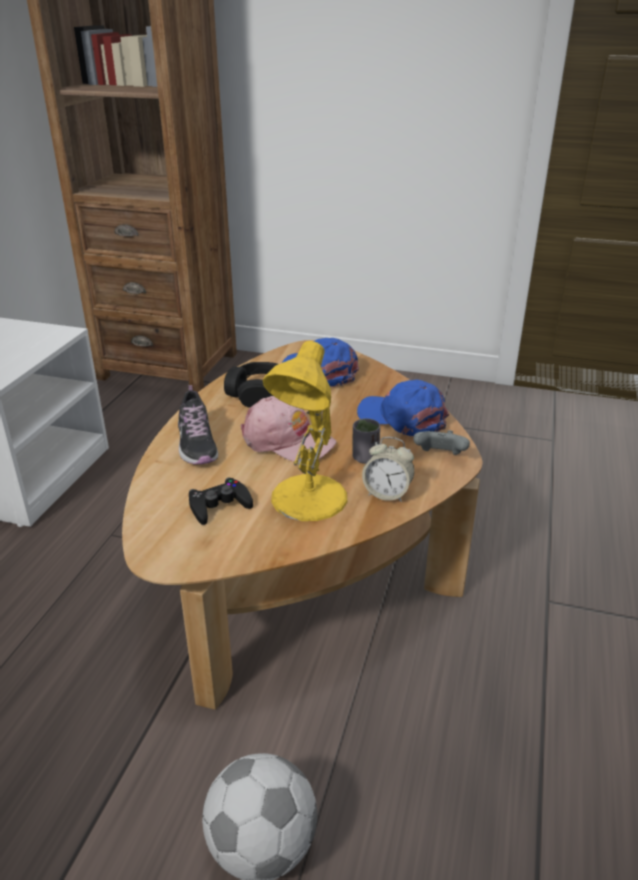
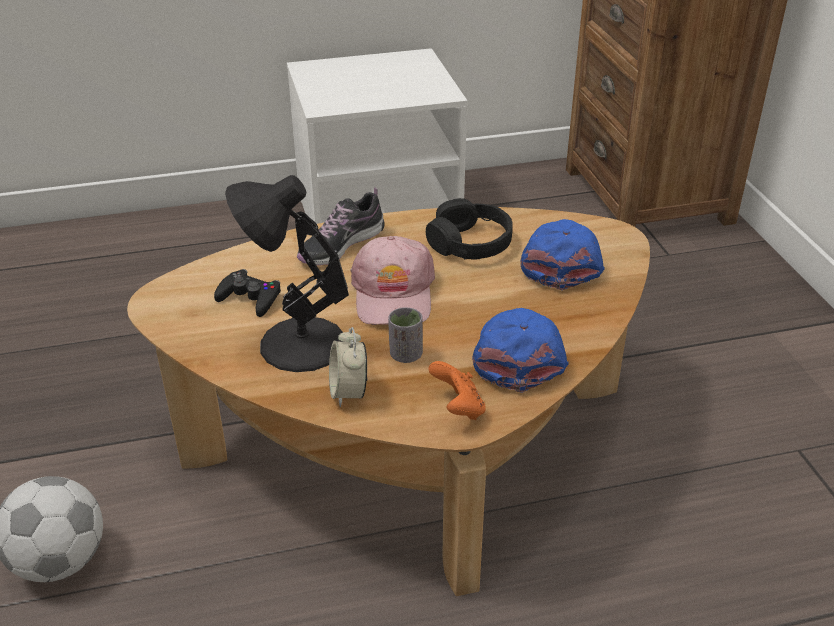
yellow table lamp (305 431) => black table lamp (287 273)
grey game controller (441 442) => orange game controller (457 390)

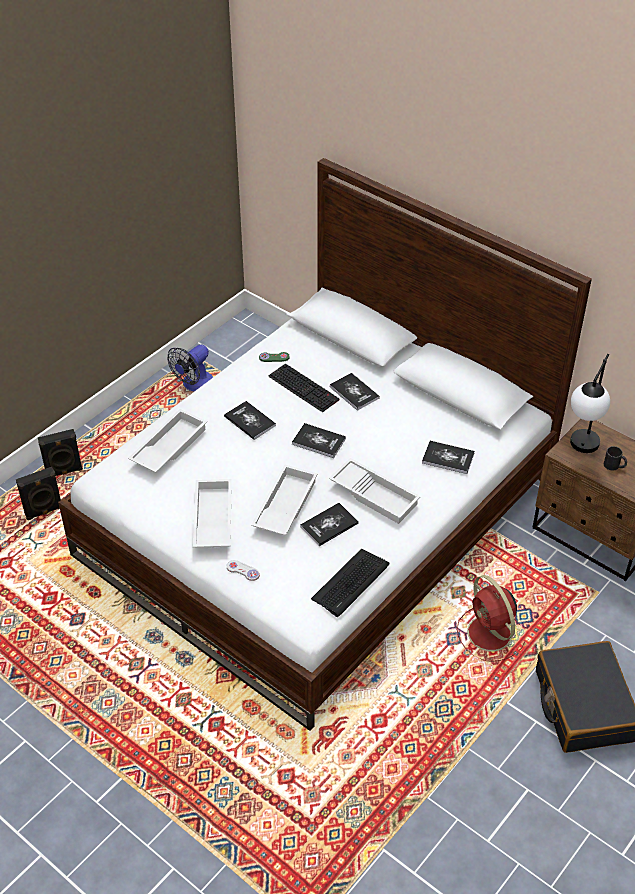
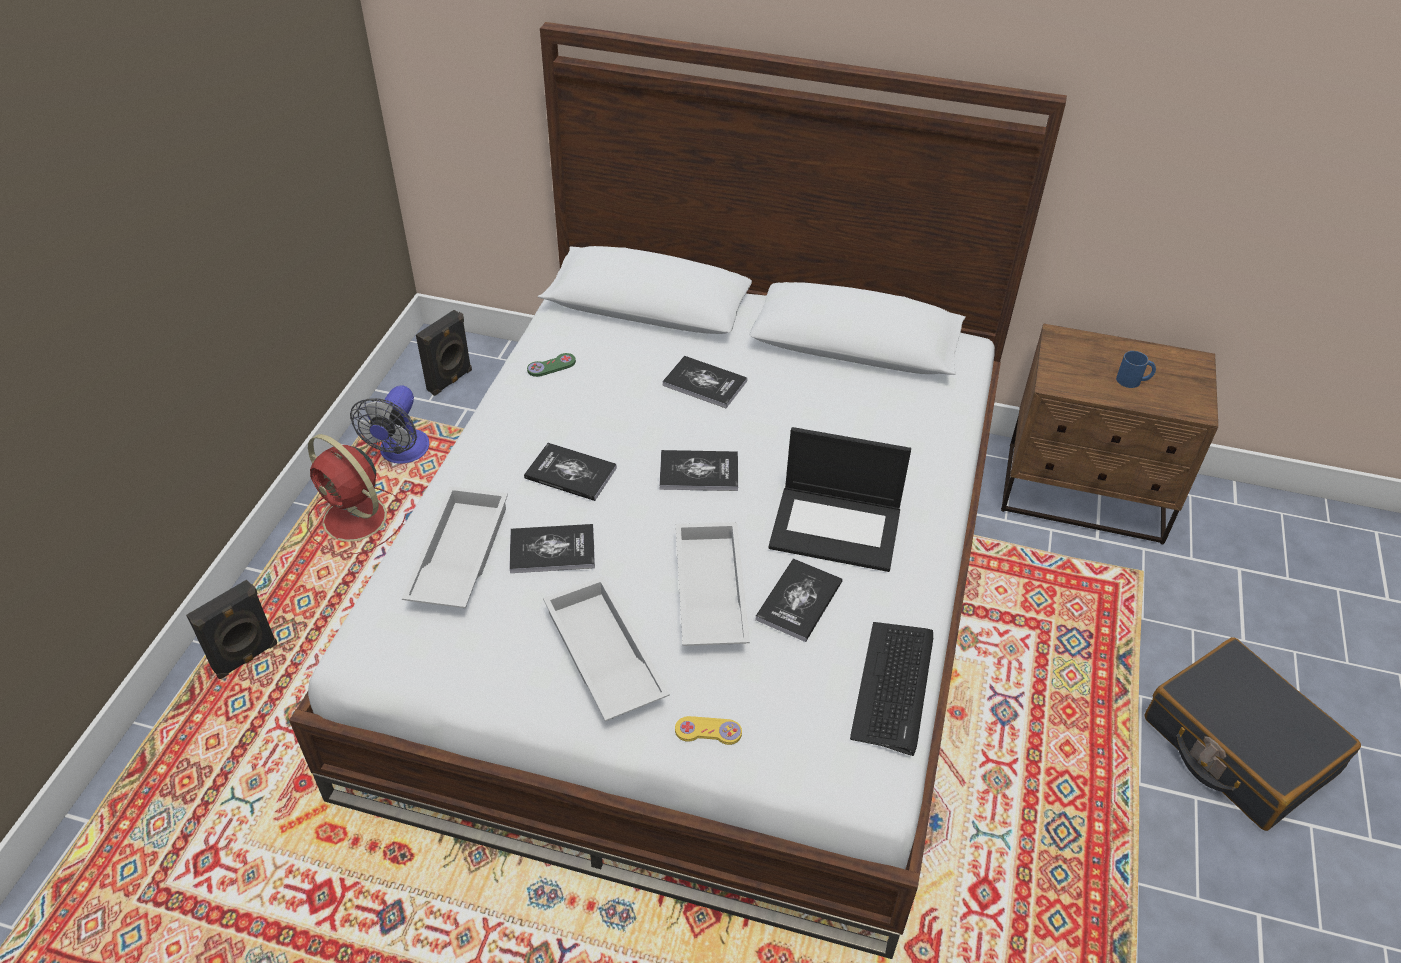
red fan (491 618) => red fan (356 494), shifted
black speaker (38 493) => black speaker (444 353), shifted
book (448 457) => book (552 548), shifted
white game controller (243 570) => yellow game controller (708 730)
white tray (375 491) => laptop (840 499)
black mug (615 458) => blue mug (1136 369)
keyboard (304 388) => nothing
table lamp (590 403) => nothing

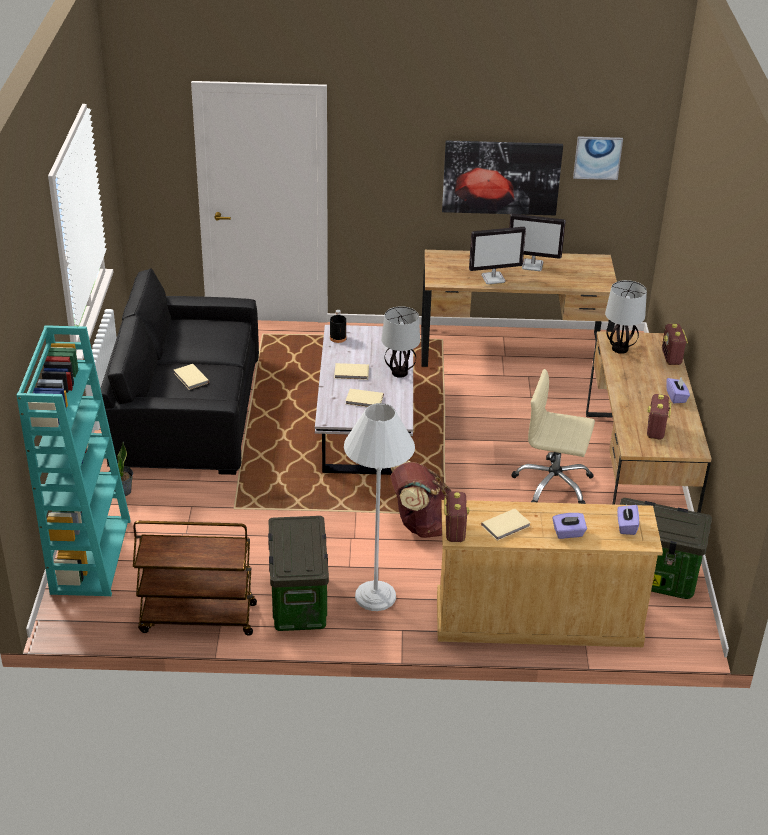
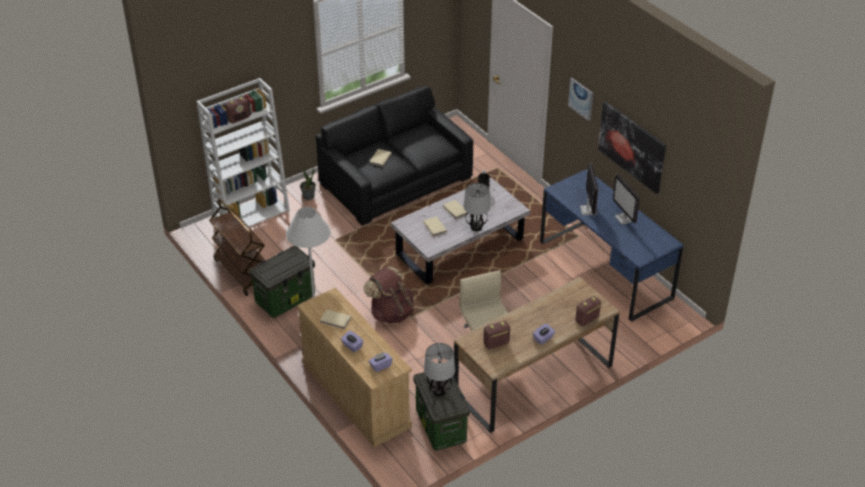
turquoise bookcase (74 460) => white bookcase (243 152)
radio (457 516) => radio (237 110), shifted
table lamp (626 317) => table lamp (439 369), shifted
brown desk (519 308) => blue desk (612 245)
picture (598 158) => picture (580 99), shifted
monitor (497 255) => monitor (589 189), 135 degrees counterclockwise

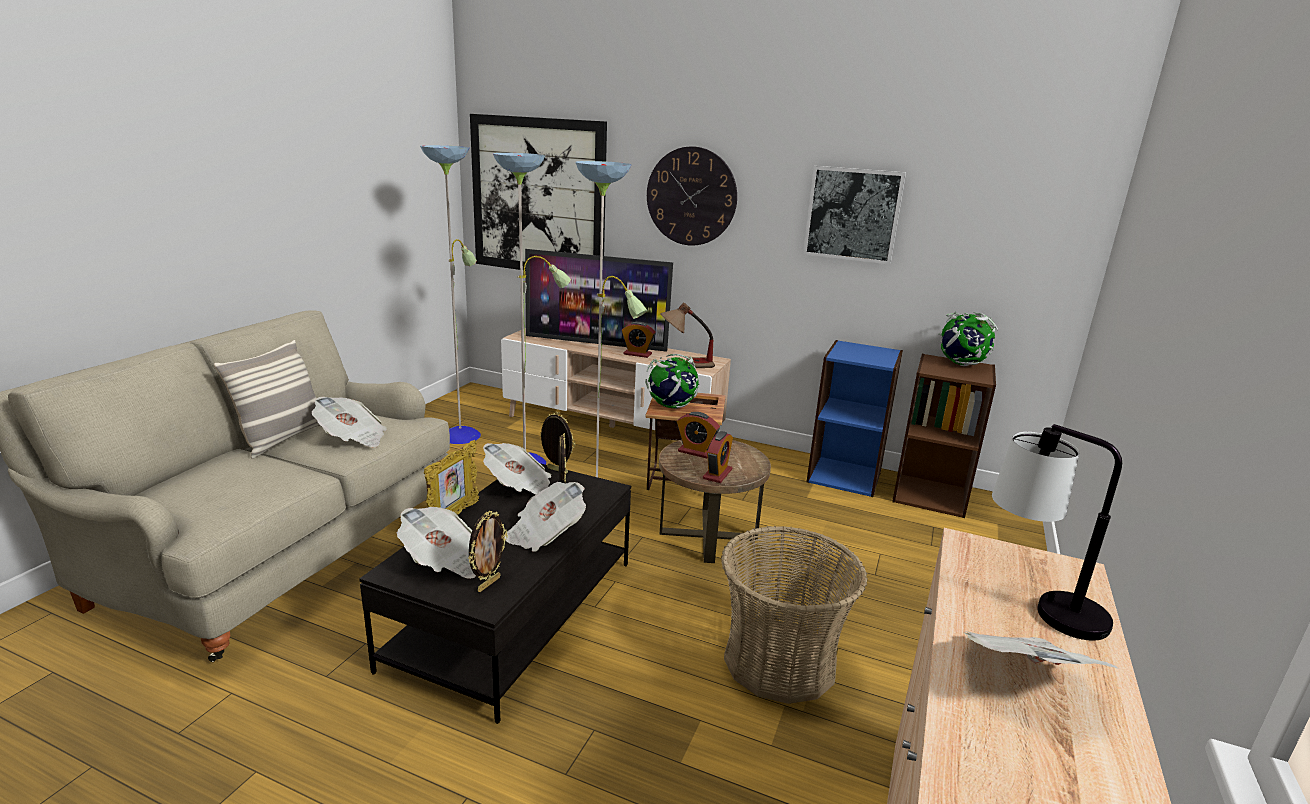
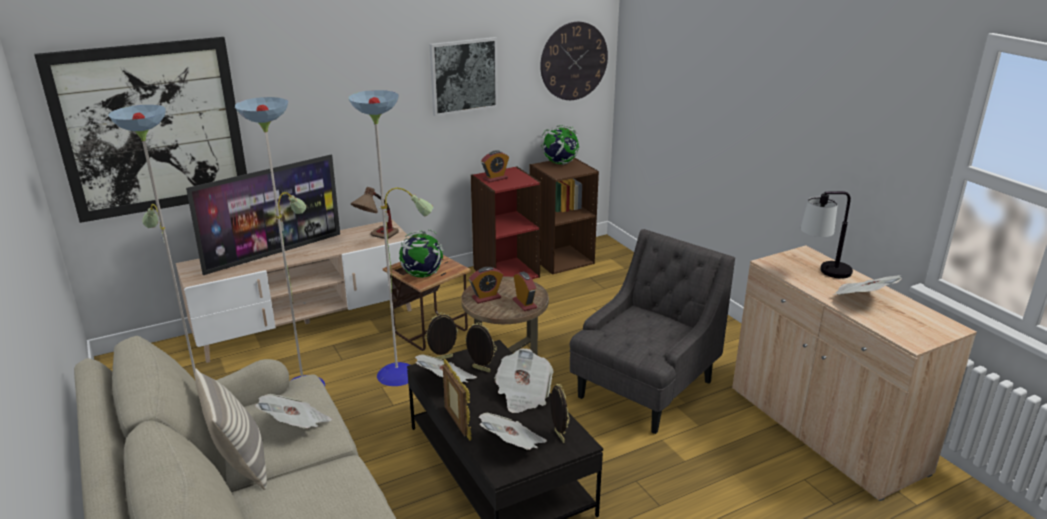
blue bookcase (854 418) => red bookcase (506 222)
alarm clock (639 340) => alarm clock (495 167), shifted
wall clock (692 196) => wall clock (574 61), shifted
basket (794 615) => grey armchair (652 331)

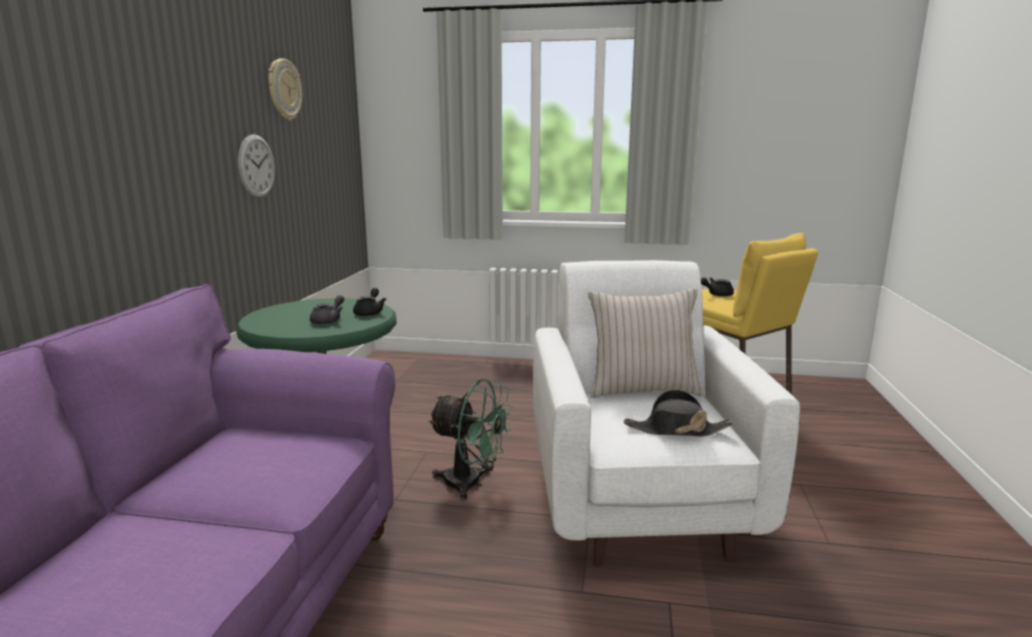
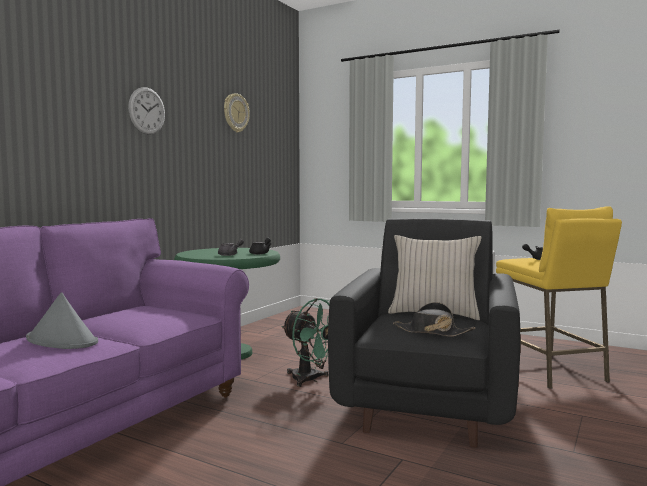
nothing => grey hat (62 320)
wall clock (256 166) => wall clock (146 111), shifted
white armchair (666 413) => black armchair (424 333)

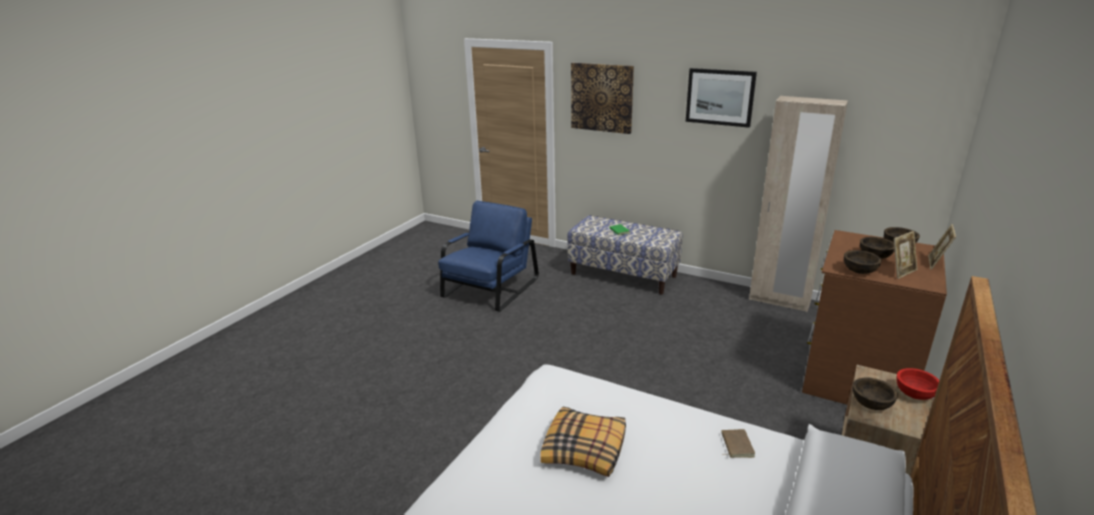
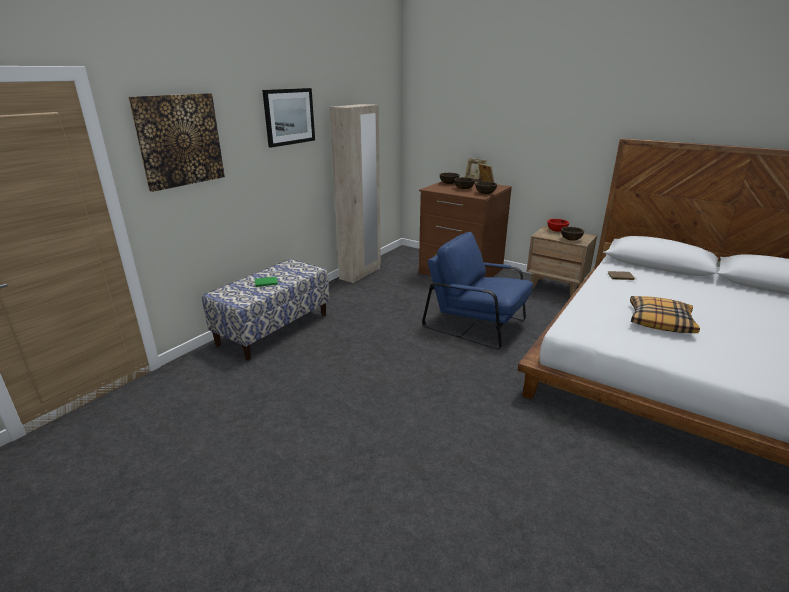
blue armchair (488 256) => blue armchair (477 290), shifted

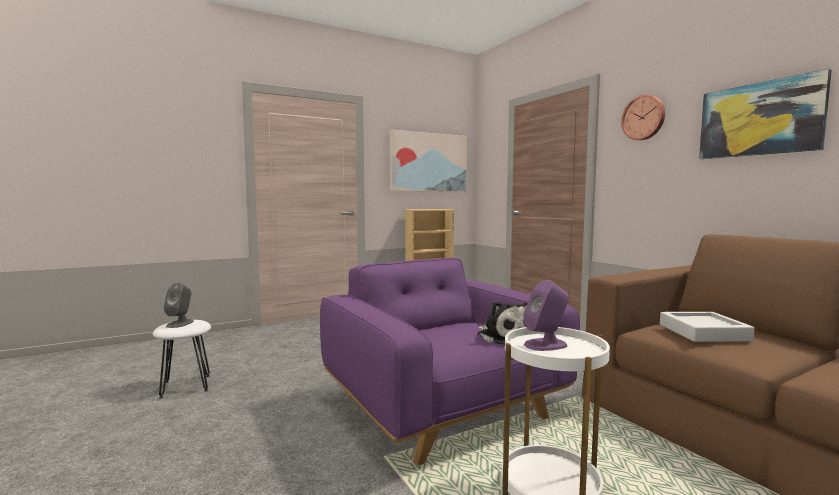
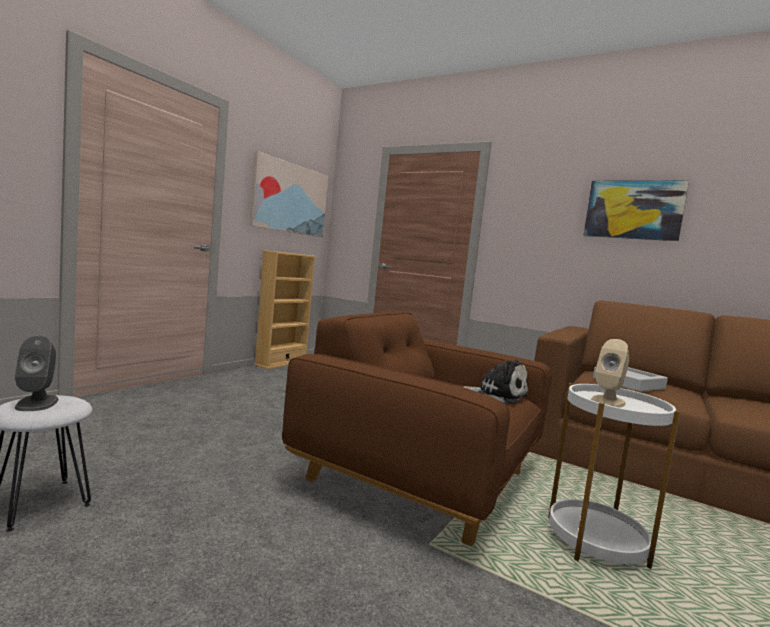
purple armchair (450 361) => brown armchair (417 429)
purple speaker (546 315) => beige speaker (610 373)
wall clock (643 117) => nothing

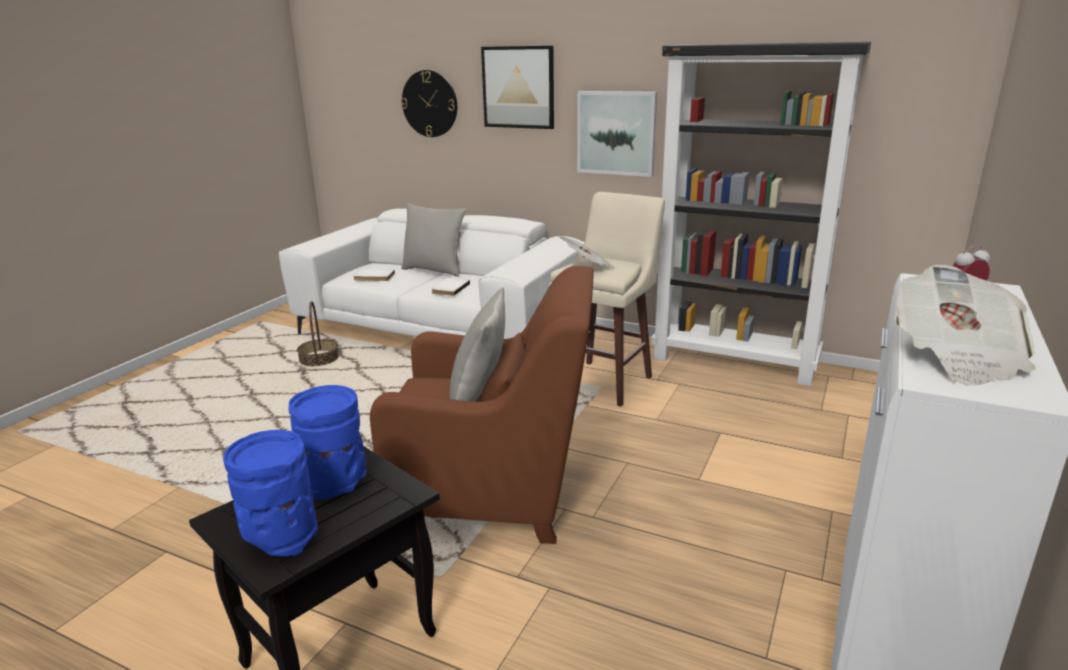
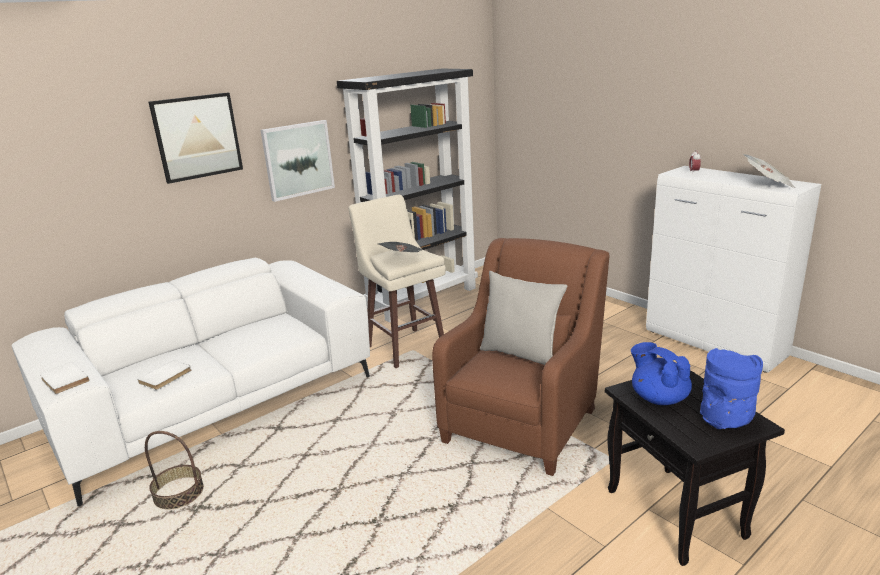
white book (451 287) => white book (65 378), shifted
blue vase (327 442) => blue teapot (661 373)
wall clock (429 103) => nothing
grey pillow (433 240) => nothing

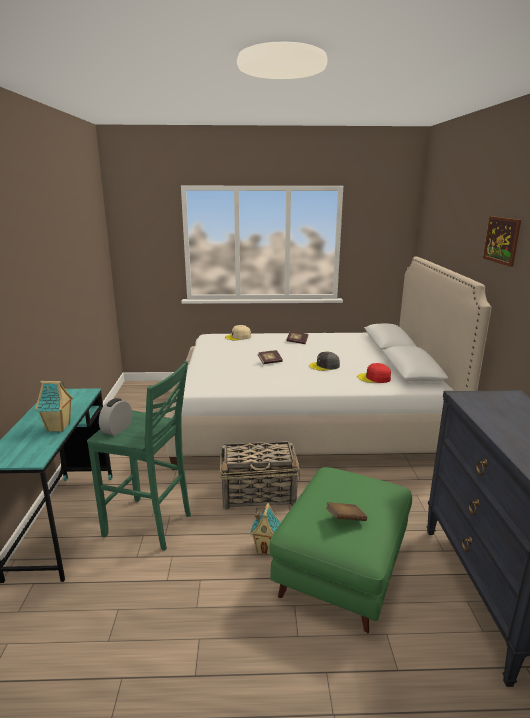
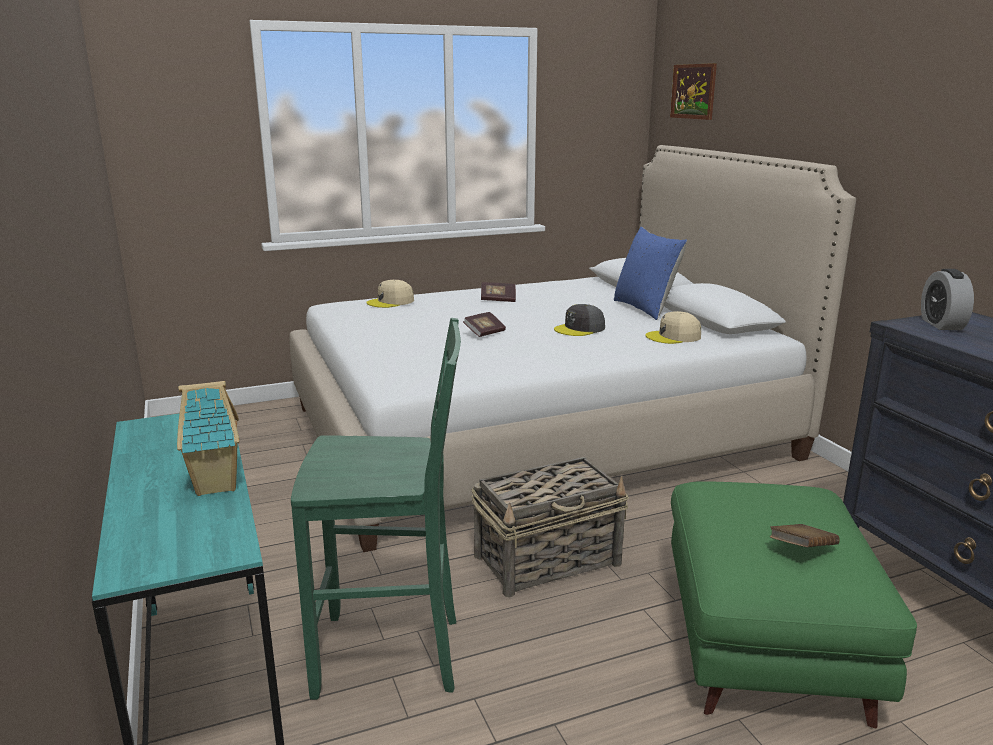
nothing => blue pillow (650 273)
red cap (374 373) => beige cap (673 327)
picture (502 241) => picture (693 91), shifted
alarm clock (115 417) => alarm clock (947 299), shifted
toy house (265 529) => nothing

